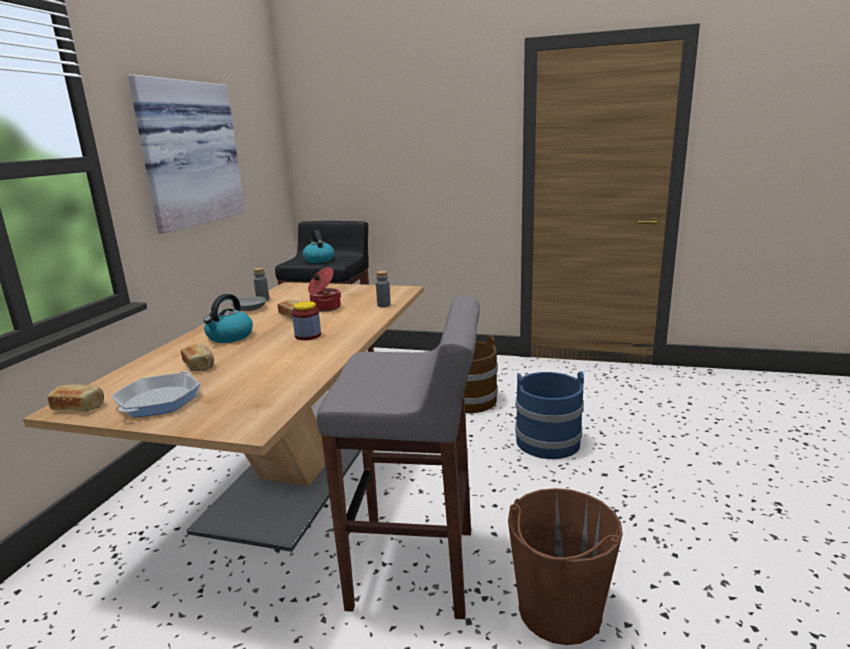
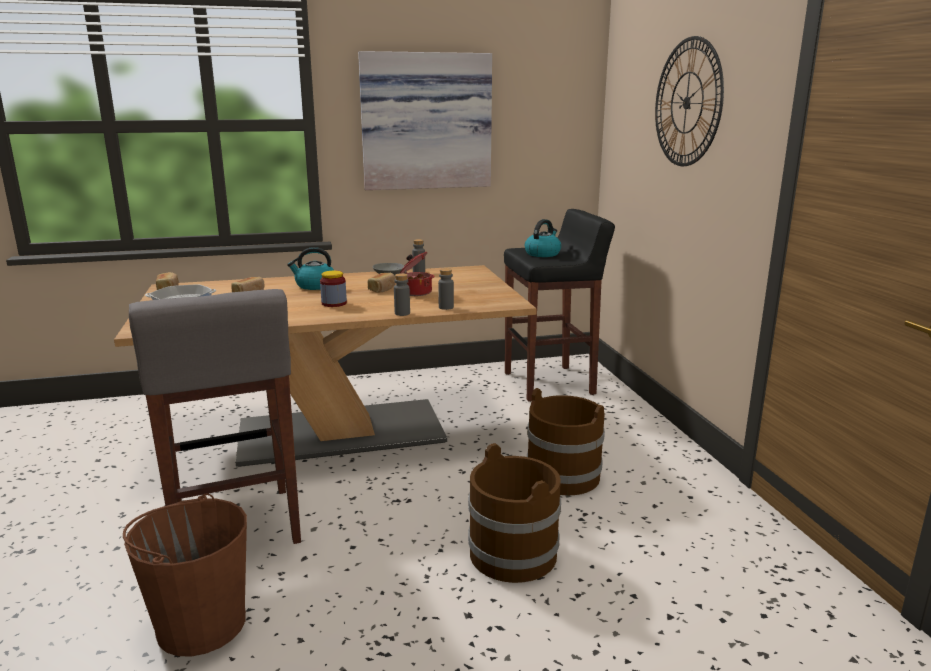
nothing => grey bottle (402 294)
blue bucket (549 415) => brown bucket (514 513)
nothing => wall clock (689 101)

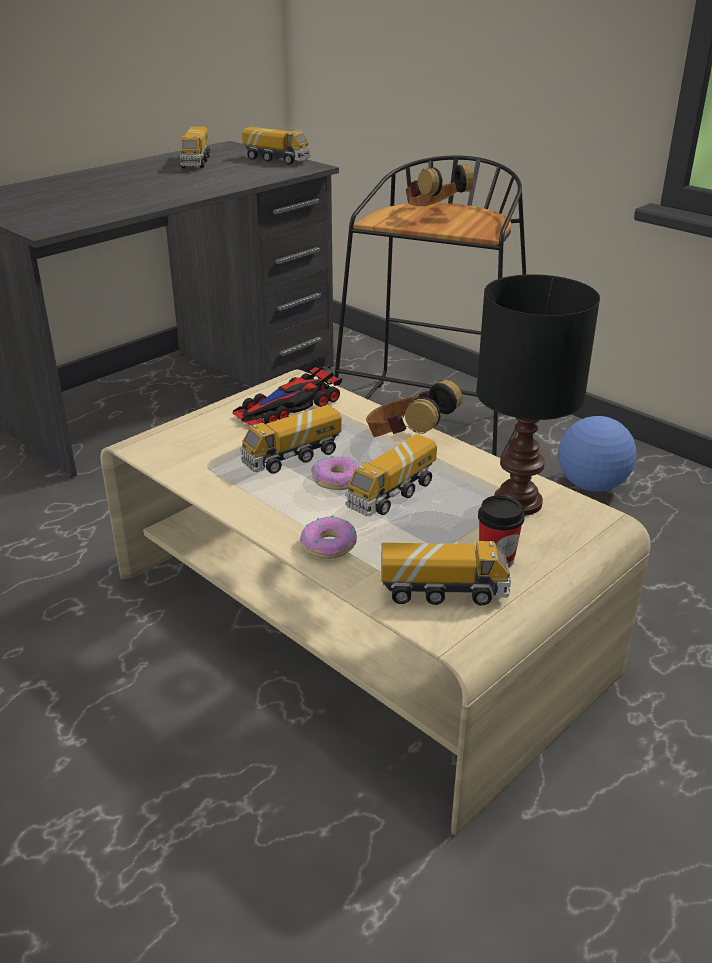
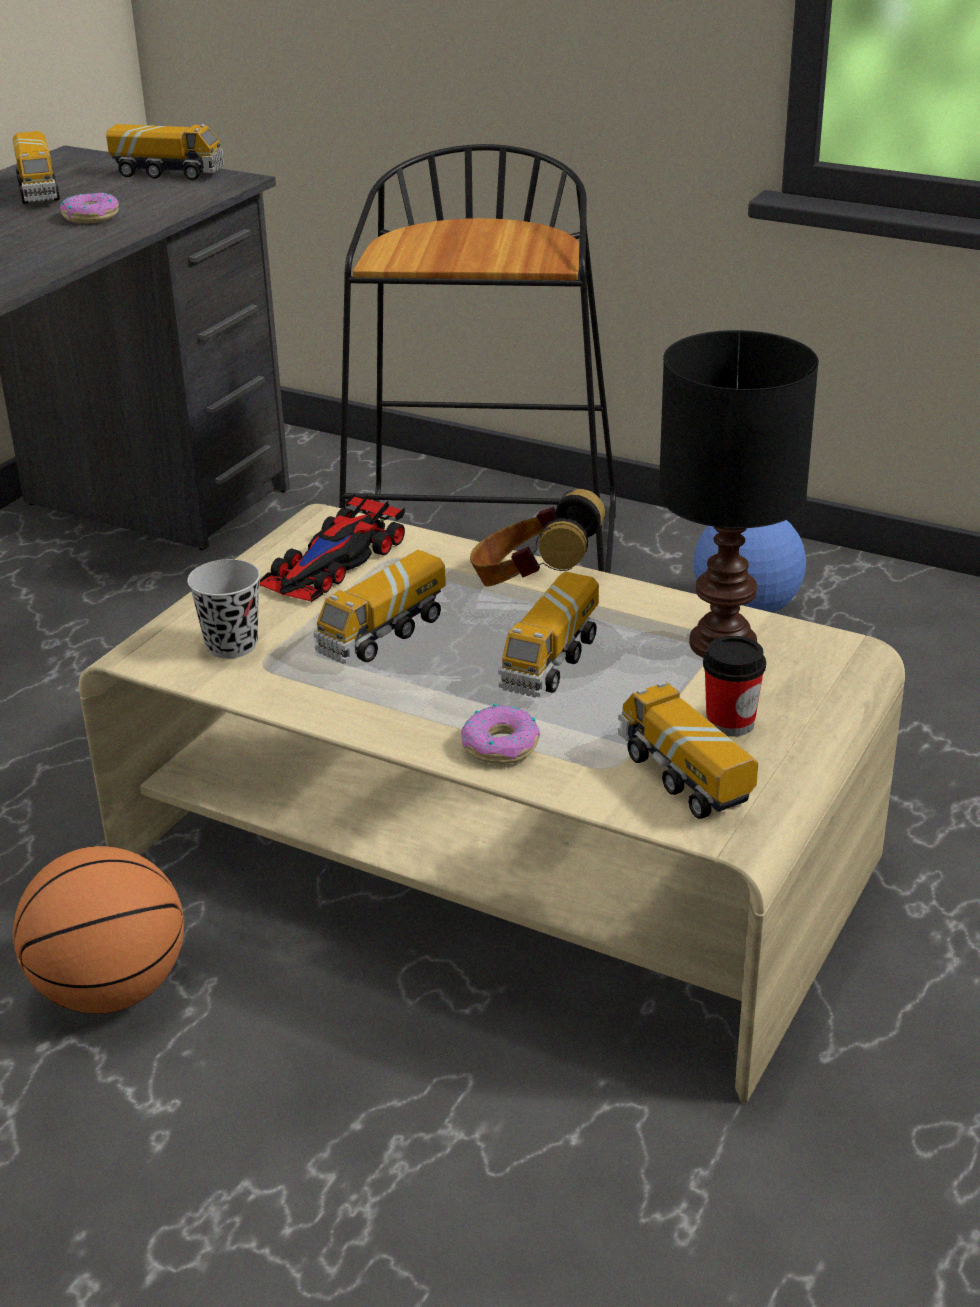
nothing => basketball (98 930)
donut (335 473) => donut (89 208), shifted
nothing => black cup (223 608)
toy truck (446 573) => toy truck (688 750), 105 degrees counterclockwise
headphones (440 185) => nothing

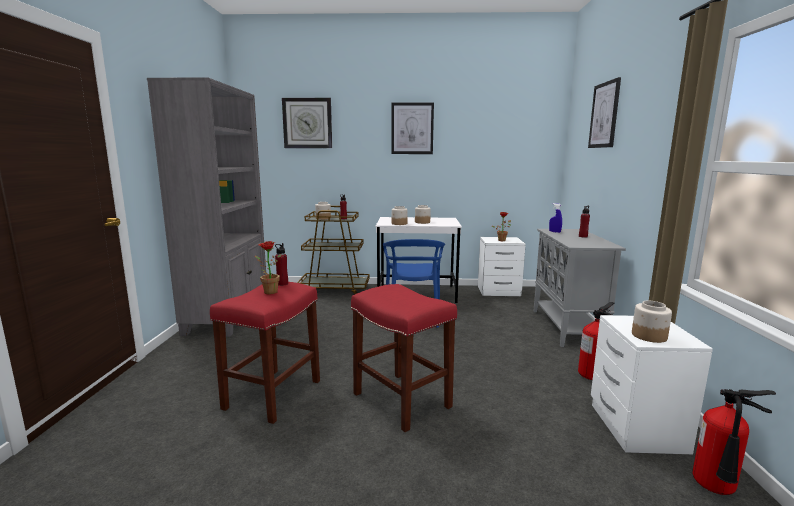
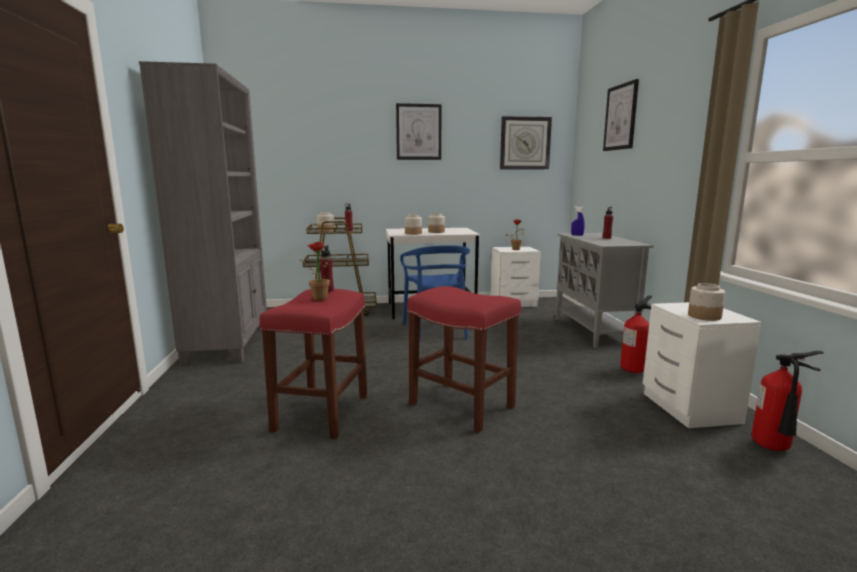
wall clock (307 123) => wall clock (526 143), shifted

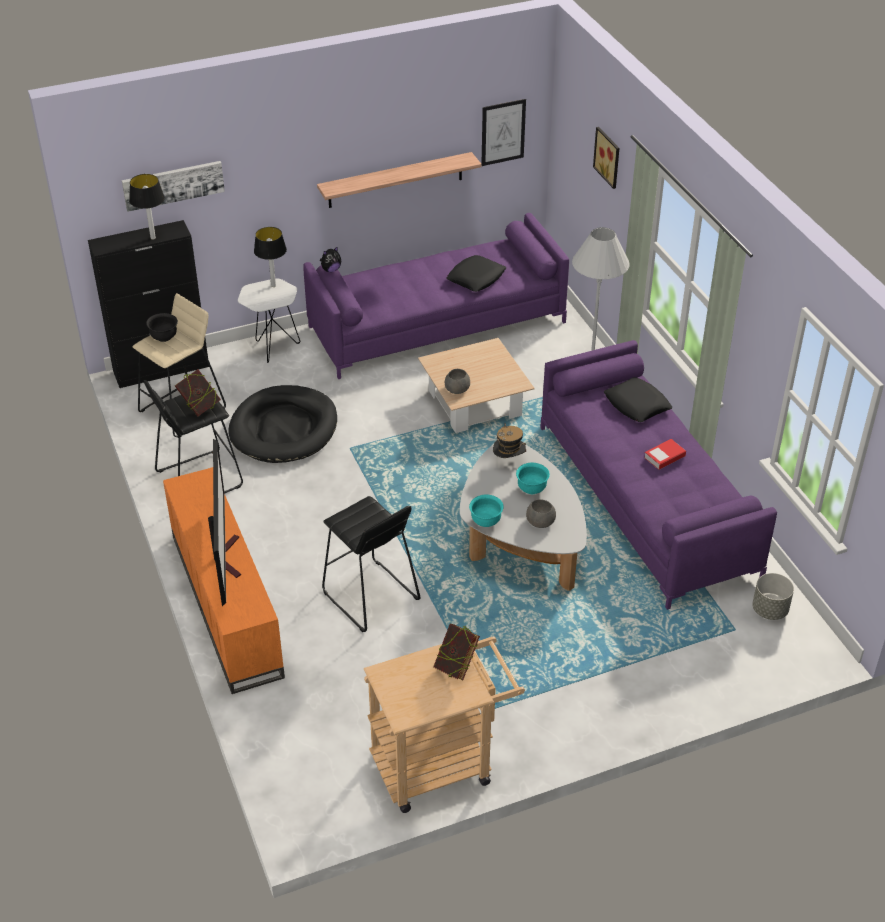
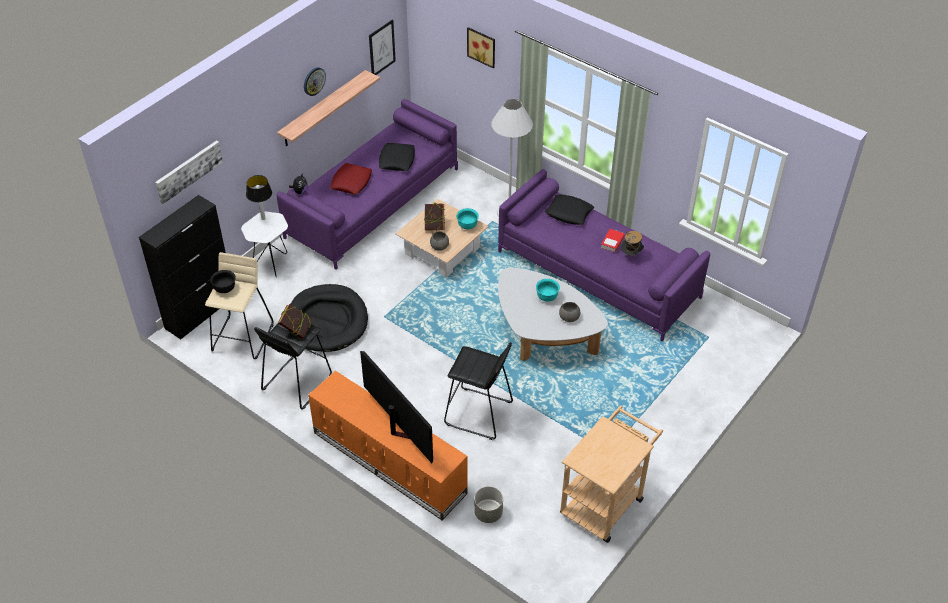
nothing => wall clock (315 81)
nothing => red pillow (351 179)
book (456 652) => book (434 216), shifted
turquoise bowl (486 510) => turquoise bowl (468 219), shifted
grey planter (773 596) => grey planter (488 504), shifted
hat (509 440) => hat (632 243), shifted
table lamp (147 207) => nothing

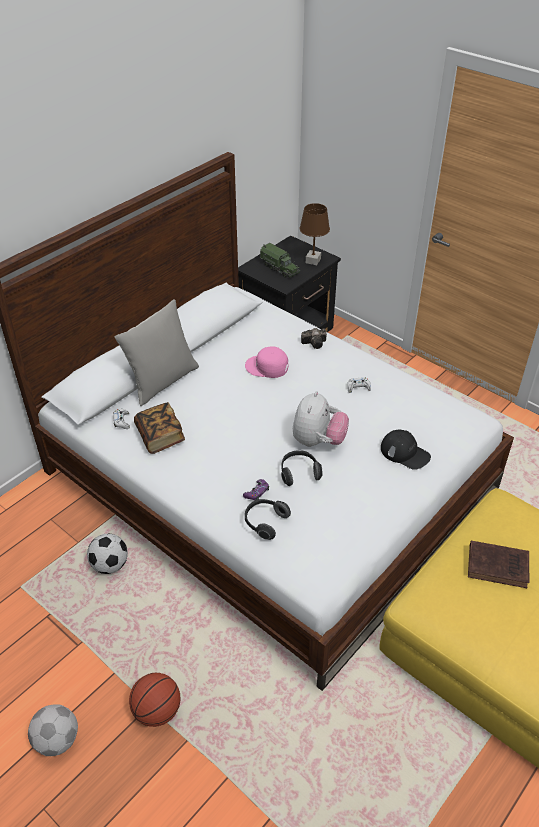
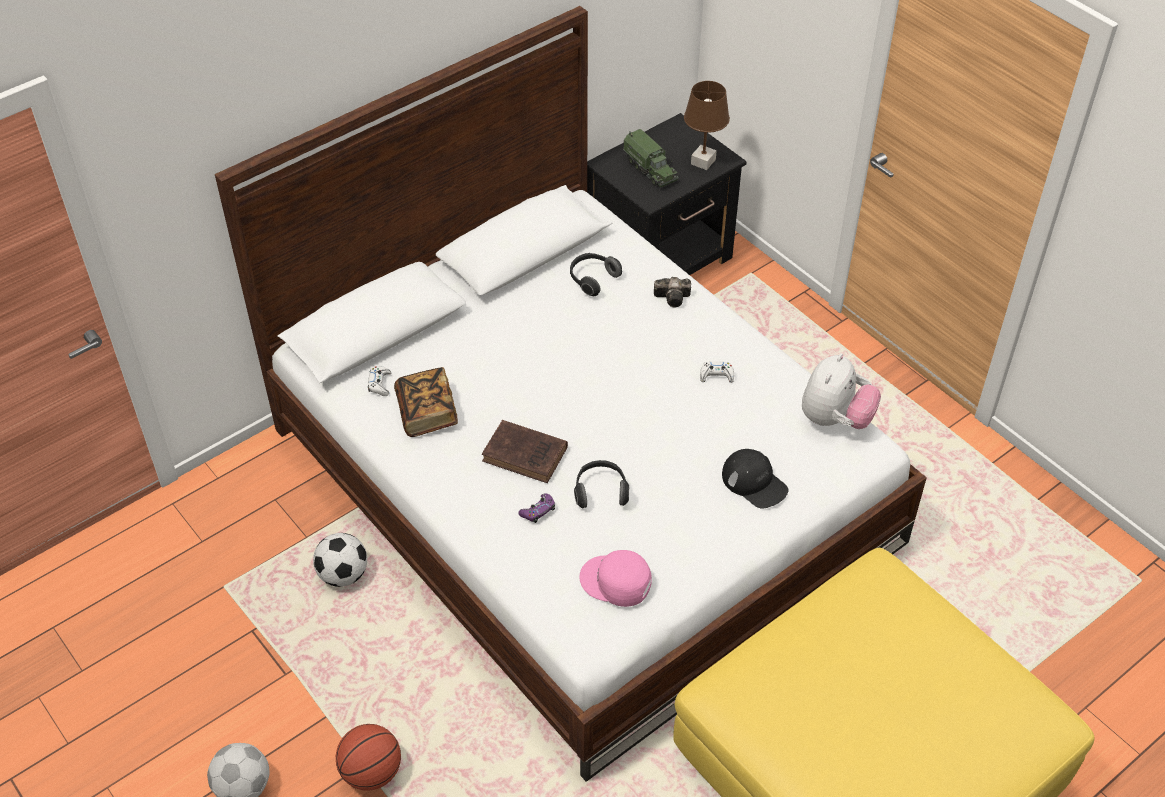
brown book (498 564) => brown book (525 451), shifted
headphones (268 519) => headphones (596 274), shifted
pink cap (267 362) => pink cap (616 578), shifted
plush toy (321 419) => plush toy (841 391), shifted
grey pillow (157 352) => nothing

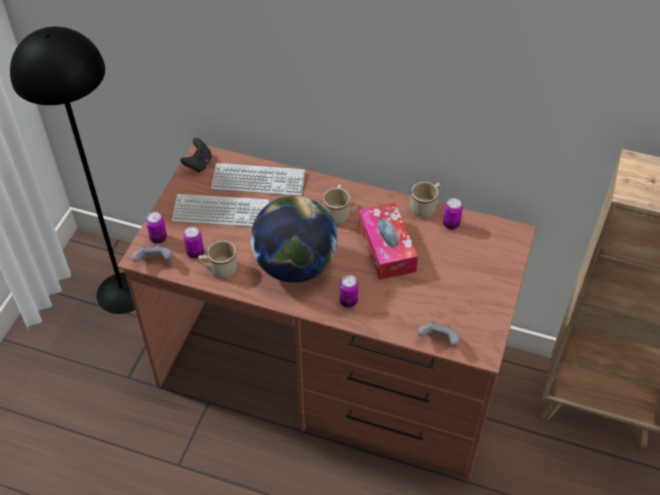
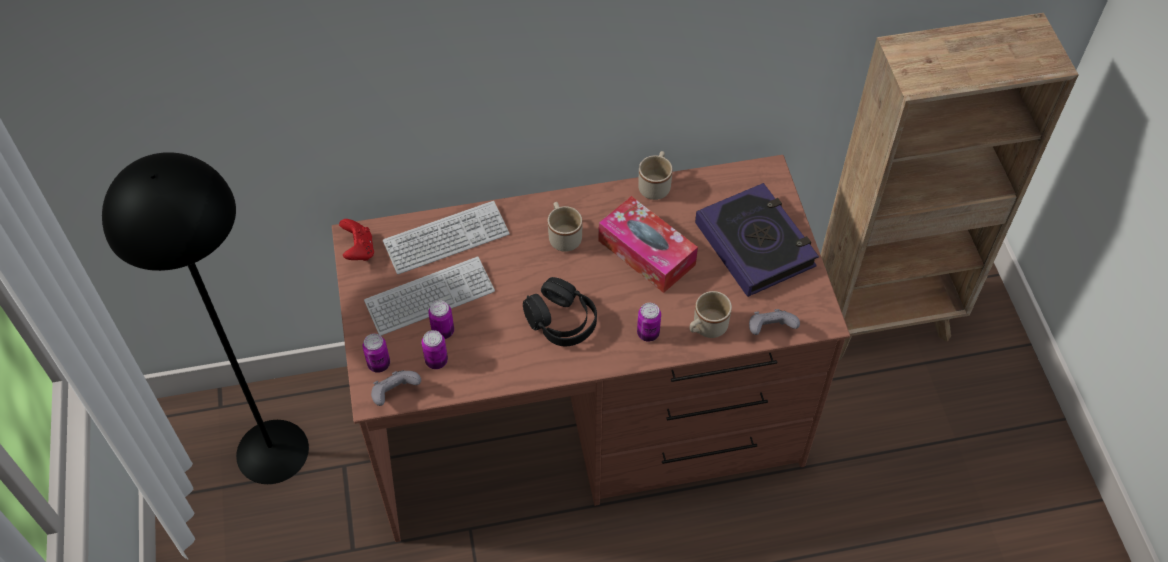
black game controller (196 155) => red game controller (356 240)
can (453 214) => can (441 320), shifted
globe (294 239) => black headphones (560 311)
beige mug (217 259) => beige mug (711 314), shifted
nothing => book (757 240)

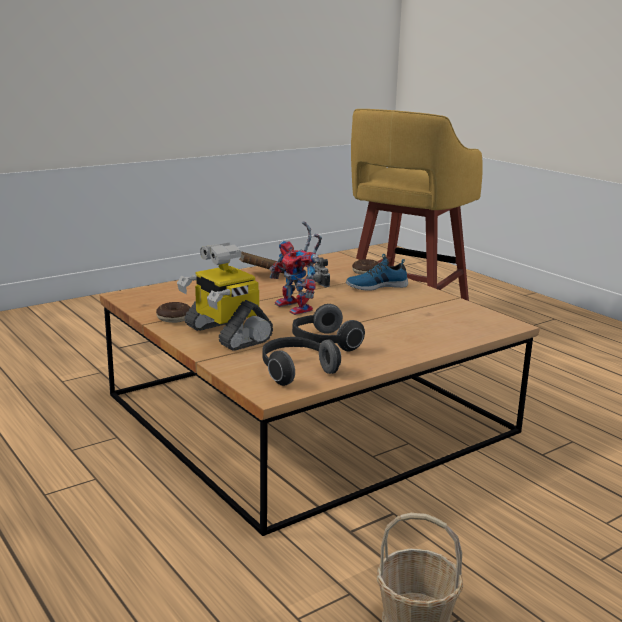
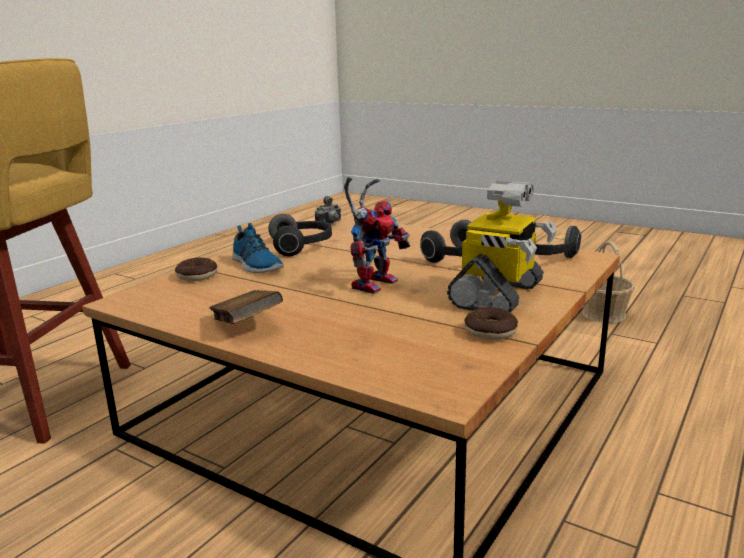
nothing => headphones (300 235)
photo camera (321 272) => photo camera (328 210), shifted

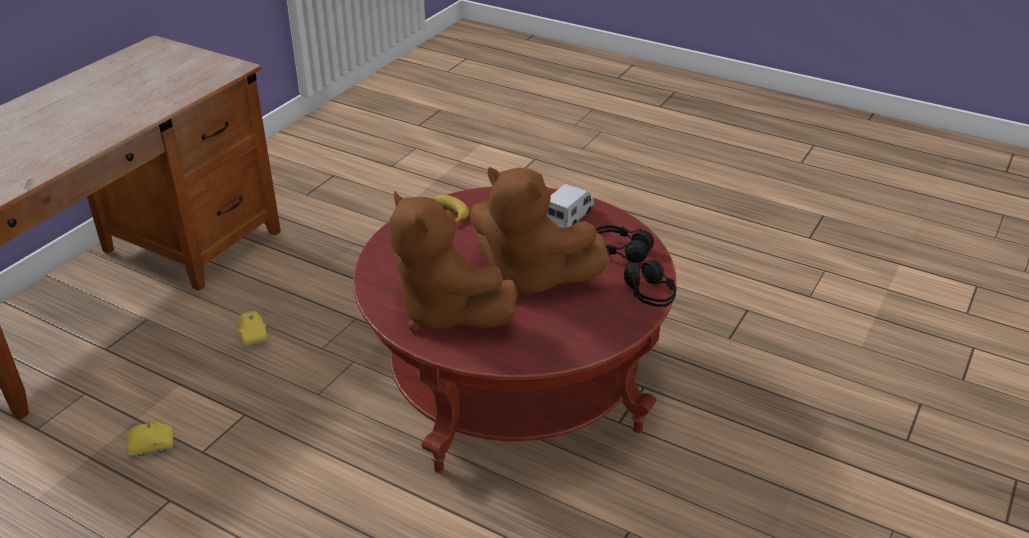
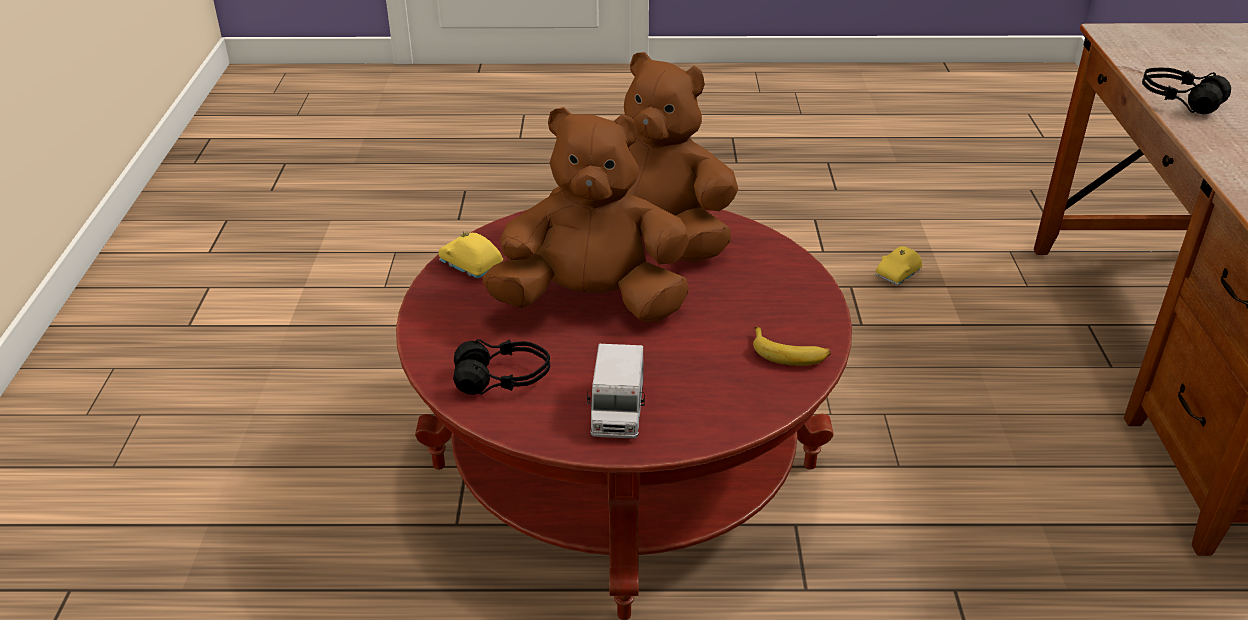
yellow toy car (252 329) => yellow toy car (470 254), shifted
black headphones (650 283) => black headphones (1186 91), shifted

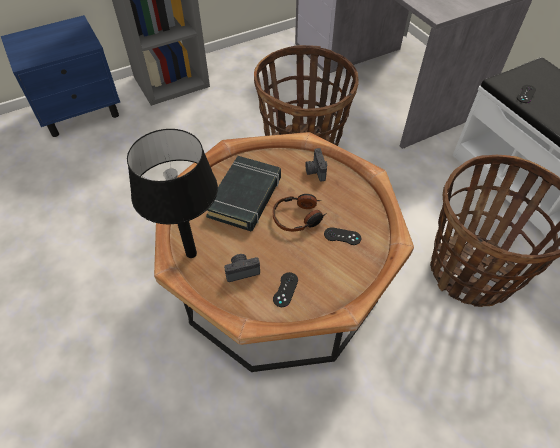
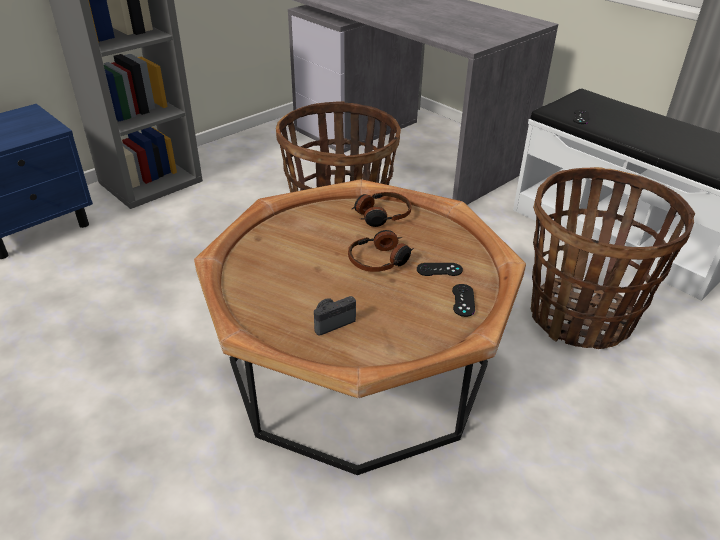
photo camera (316 164) => headphones (381 209)
black game controller (285 289) => black game controller (463 300), shifted
black table lamp (172 193) => nothing
black book (243 193) => nothing

